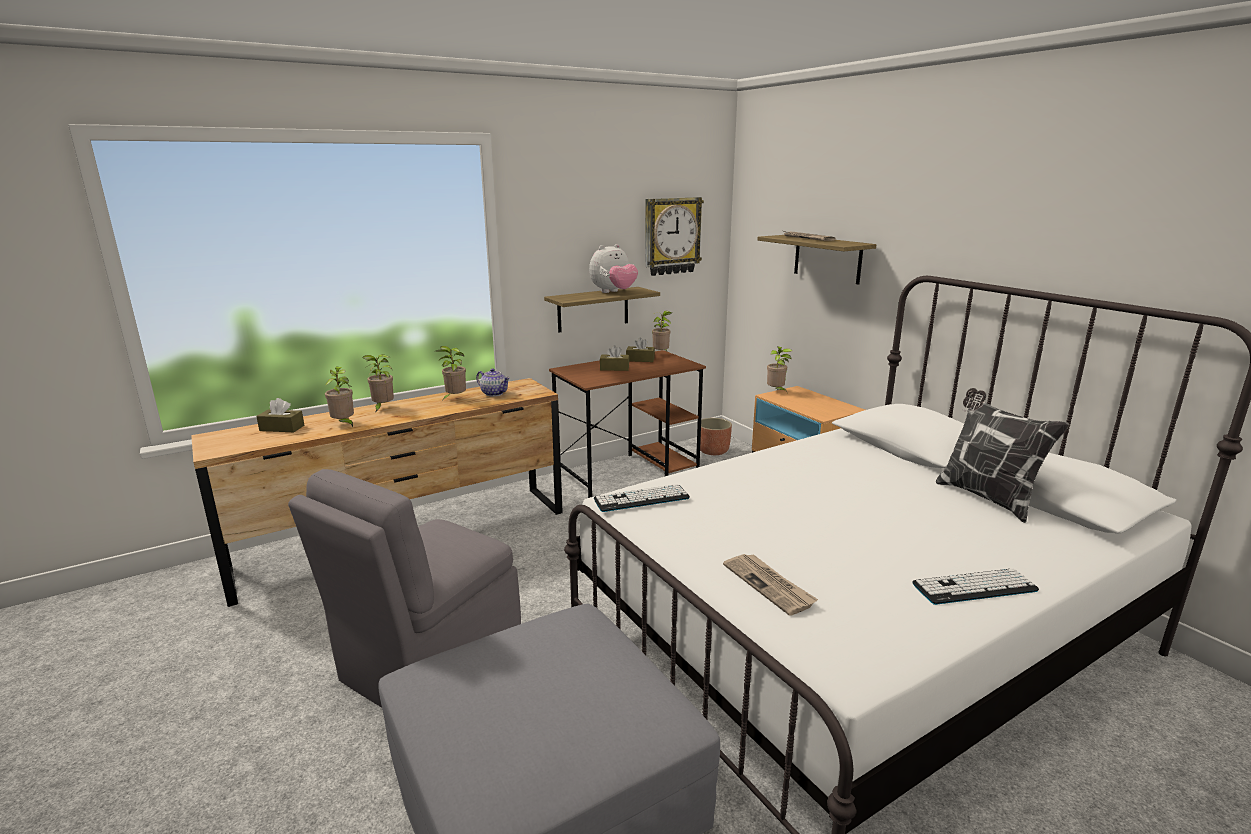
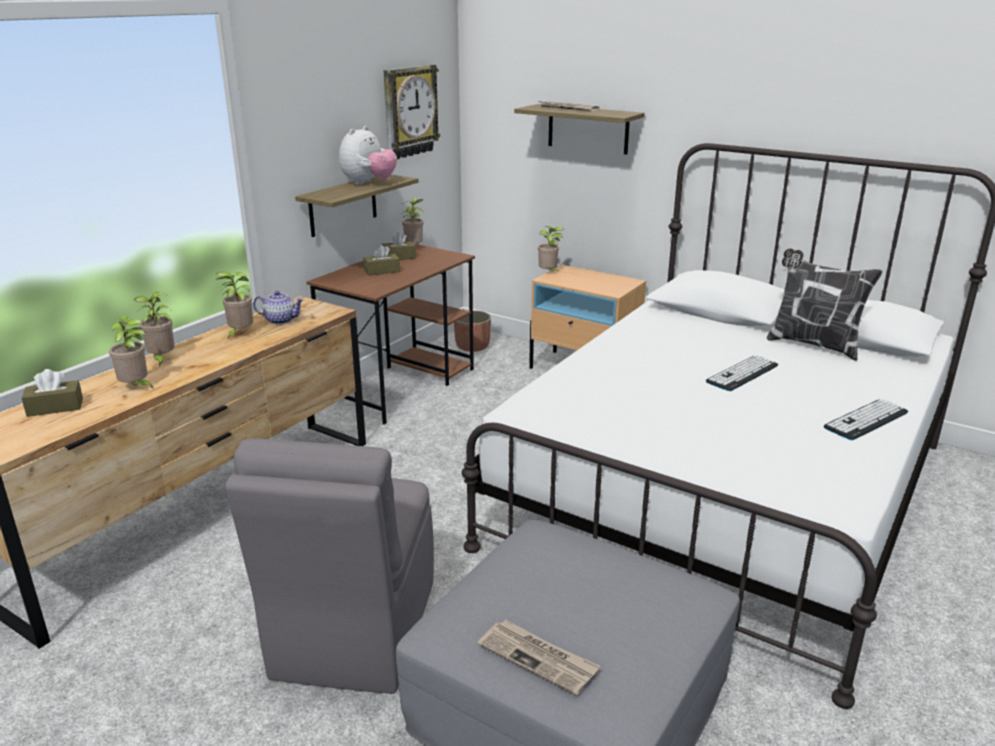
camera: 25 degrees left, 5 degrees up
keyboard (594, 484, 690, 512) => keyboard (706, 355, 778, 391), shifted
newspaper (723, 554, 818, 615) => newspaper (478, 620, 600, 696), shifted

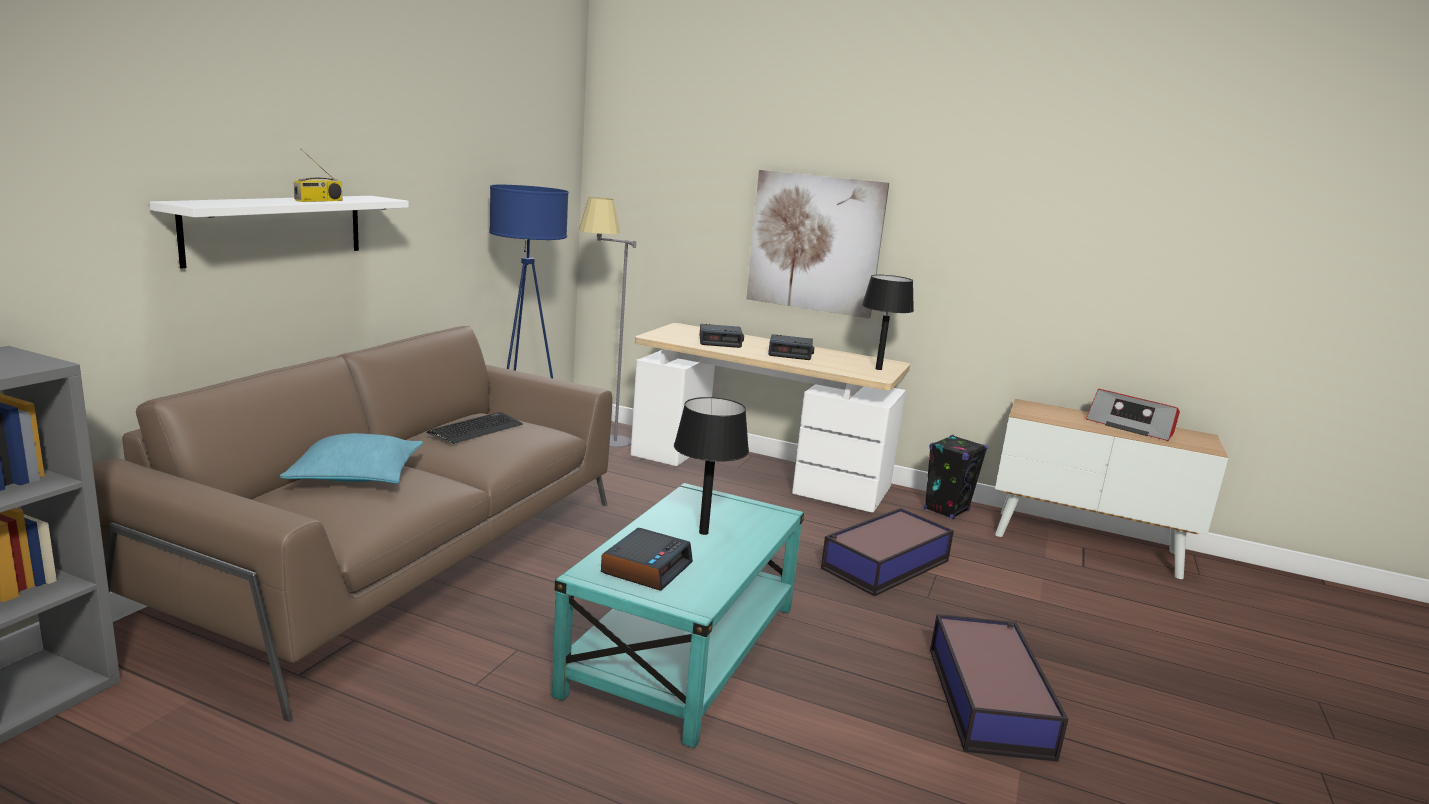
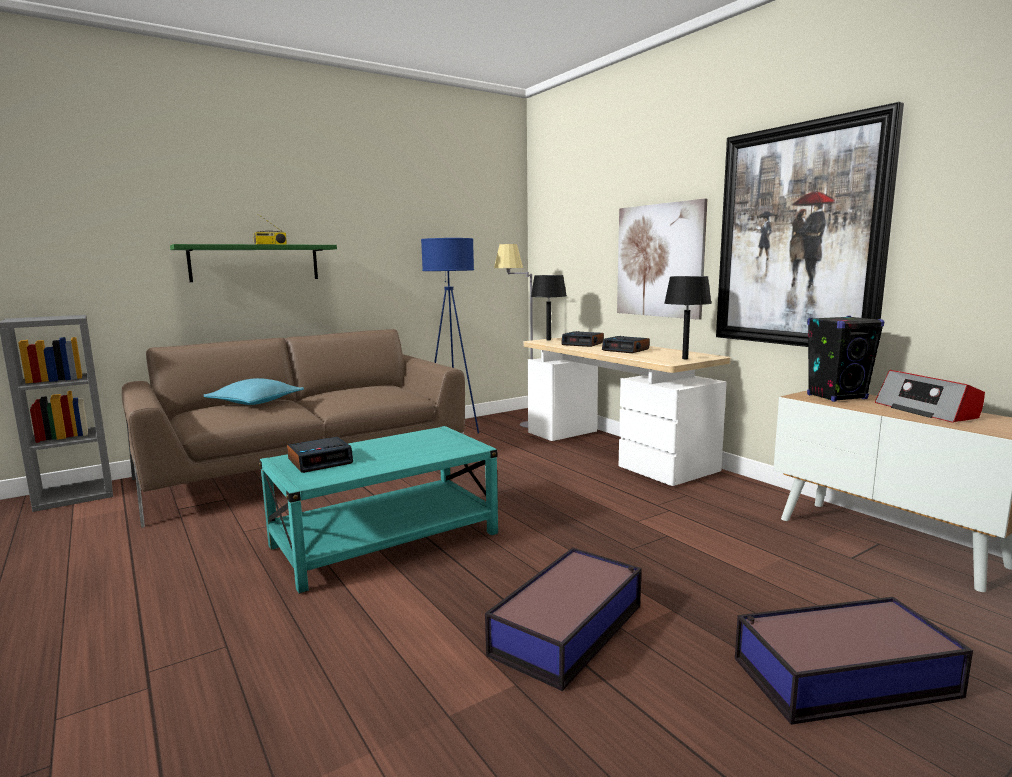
camera: 35 degrees right, 5 degrees down
white shelf (150, 196, 409, 269) => green shelf (170, 244, 337, 282)
keyboard (427, 412, 523, 444) => nothing
black table lamp (674, 397, 749, 535) => black table lamp (531, 275, 566, 341), shifted
storage box (821, 508, 954, 597) => storage box (735, 597, 973, 725), shifted
black speaker (924, 435, 988, 519) => black speaker (807, 316, 884, 402), shifted
nothing => picture (716, 102, 904, 347)

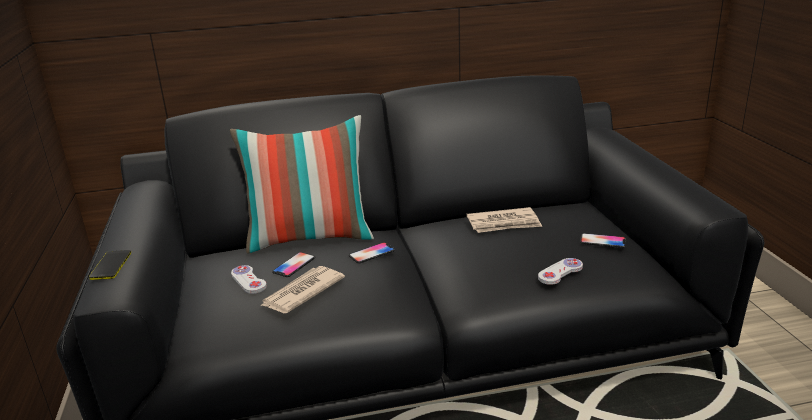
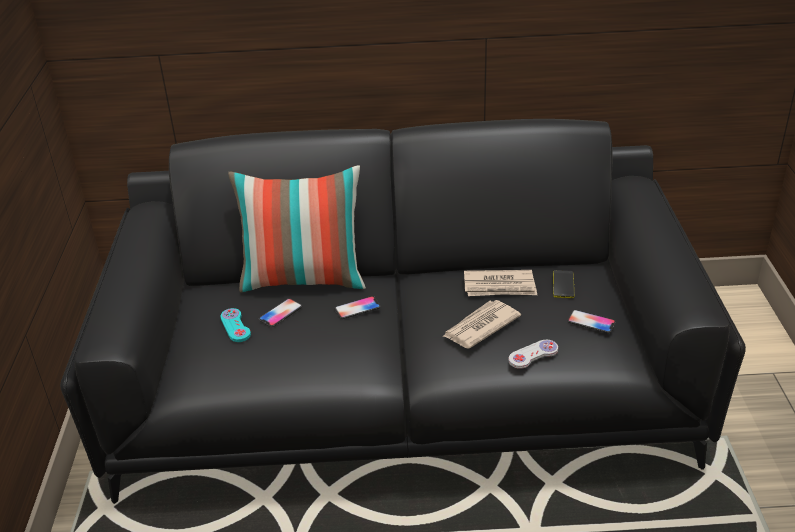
camera: 10 degrees right, 10 degrees up
phone (89, 250, 131, 280) => phone (553, 270, 575, 298), shifted
white game controller (231, 265, 267, 294) => turquoise game controller (221, 308, 251, 342)
newspaper (260, 266, 345, 313) => newspaper (442, 300, 521, 348), shifted

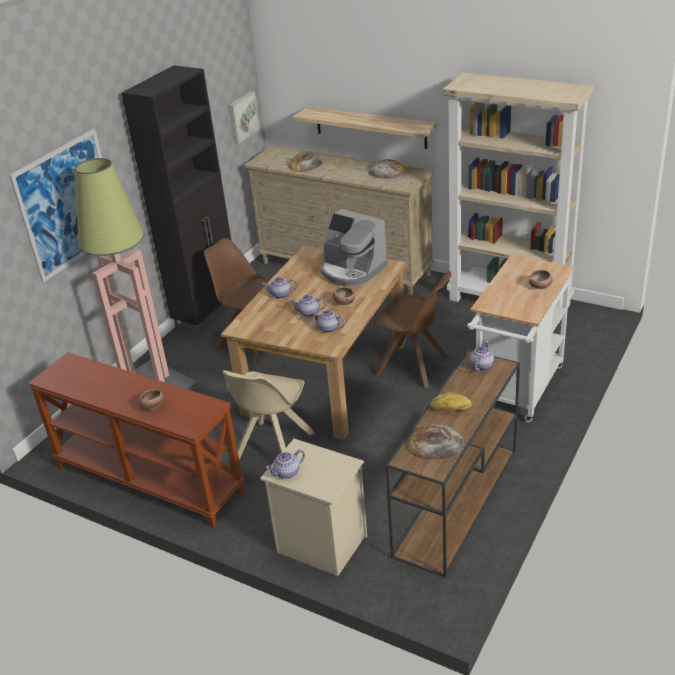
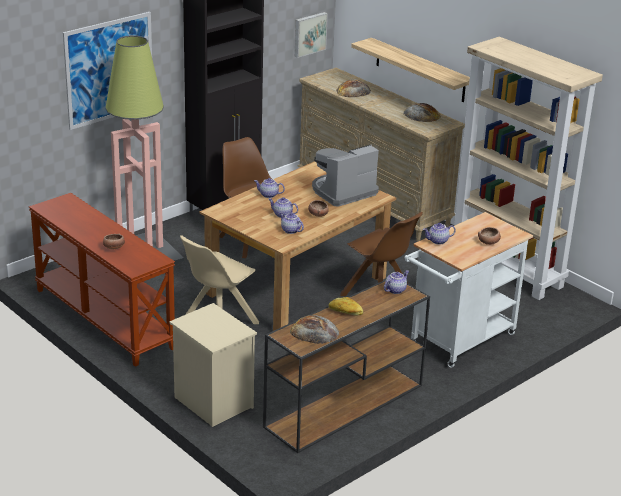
camera: 15 degrees right, 5 degrees down
teapot (266, 450, 305, 479) => teapot (423, 223, 456, 245), shifted
coffee machine (320, 209, 388, 287) => coffee machine (312, 145, 379, 207), 90 degrees clockwise

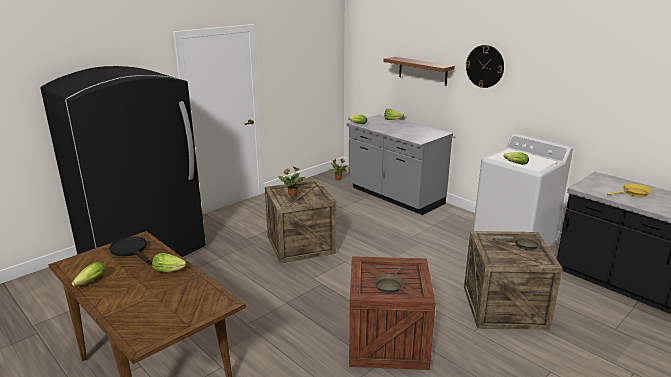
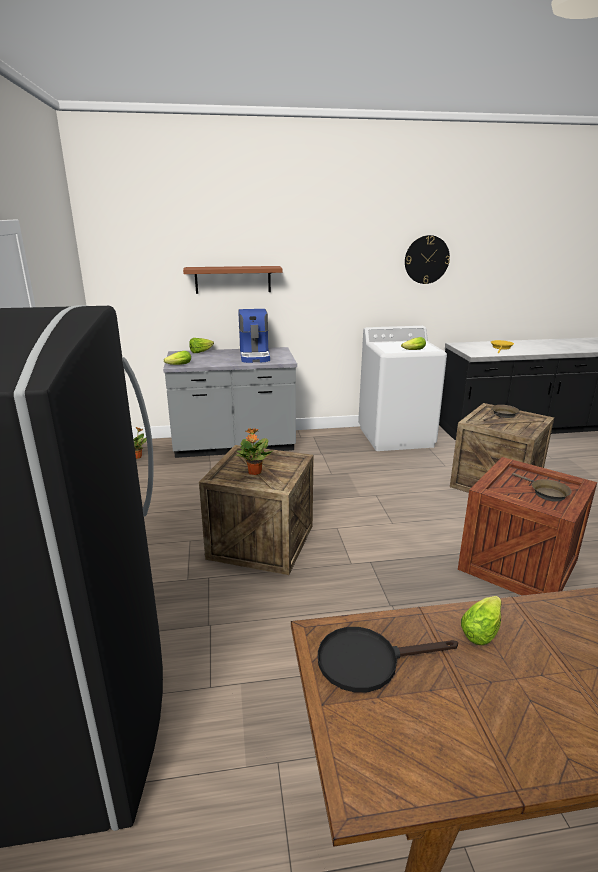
camera: 55 degrees left, 0 degrees up
lettuce (72, 262, 105, 286) => nothing
wall clock (466, 45, 504, 88) => wall clock (405, 235, 450, 284), shifted
nothing => coffee machine (238, 309, 270, 363)

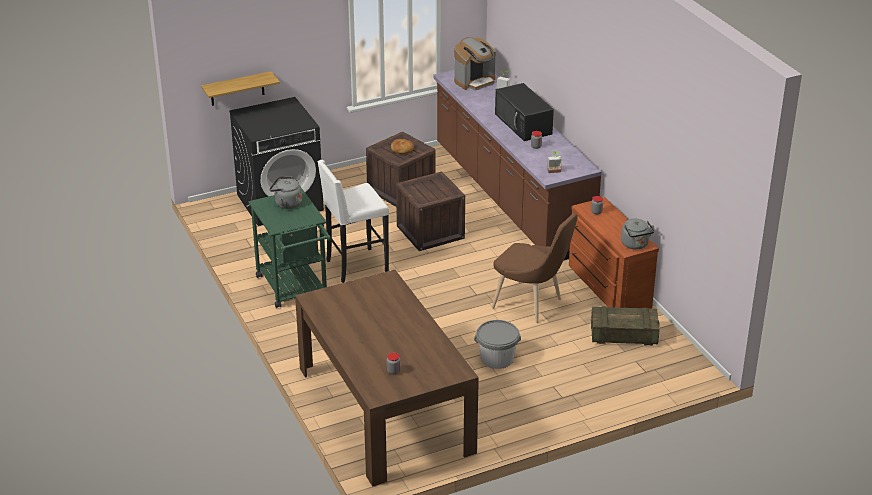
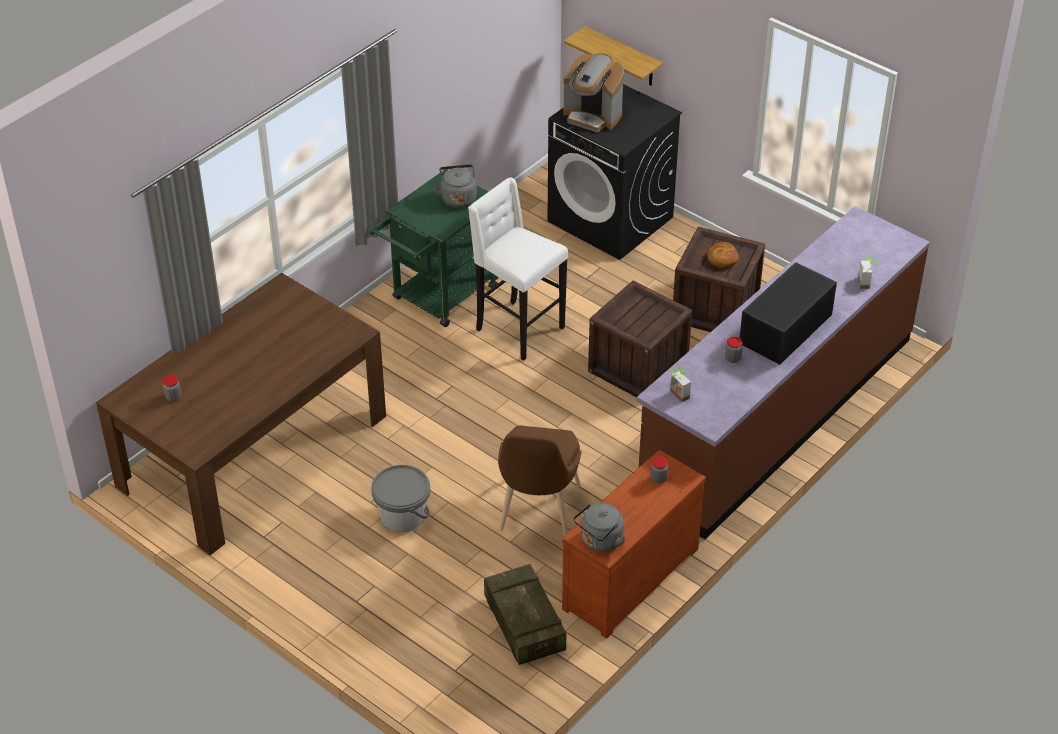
camera: 65 degrees right, 10 degrees up
coffee machine (454, 37, 496, 91) => coffee machine (563, 53, 624, 132), shifted

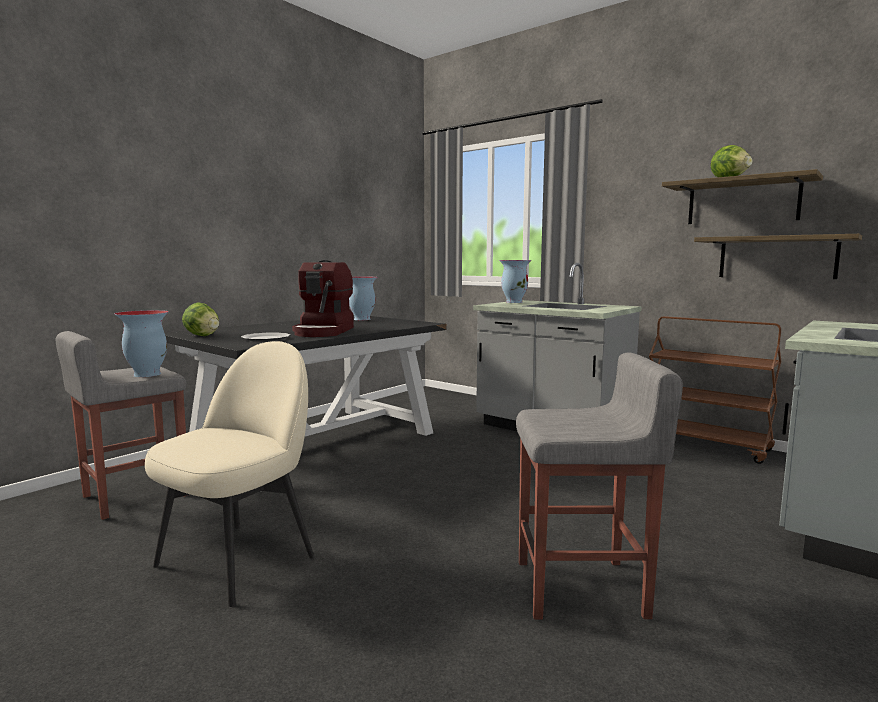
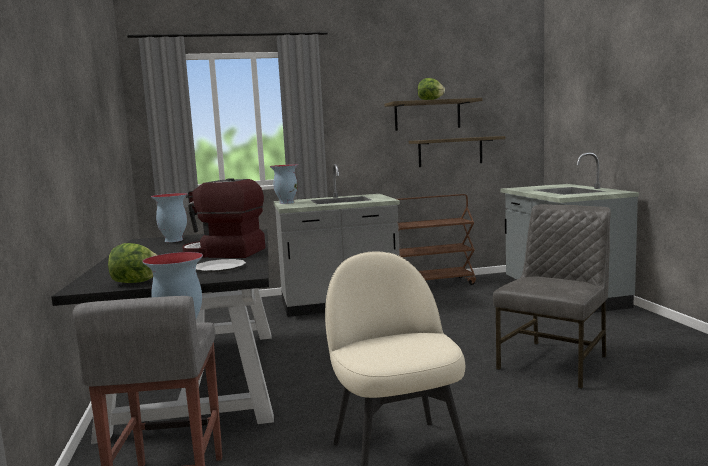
camera: 50 degrees left, 0 degrees up
coffee machine (292, 260, 354, 337) => coffee machine (182, 178, 266, 258), 150 degrees clockwise
grey stool (516, 352, 683, 619) => grey chair (493, 204, 611, 389)

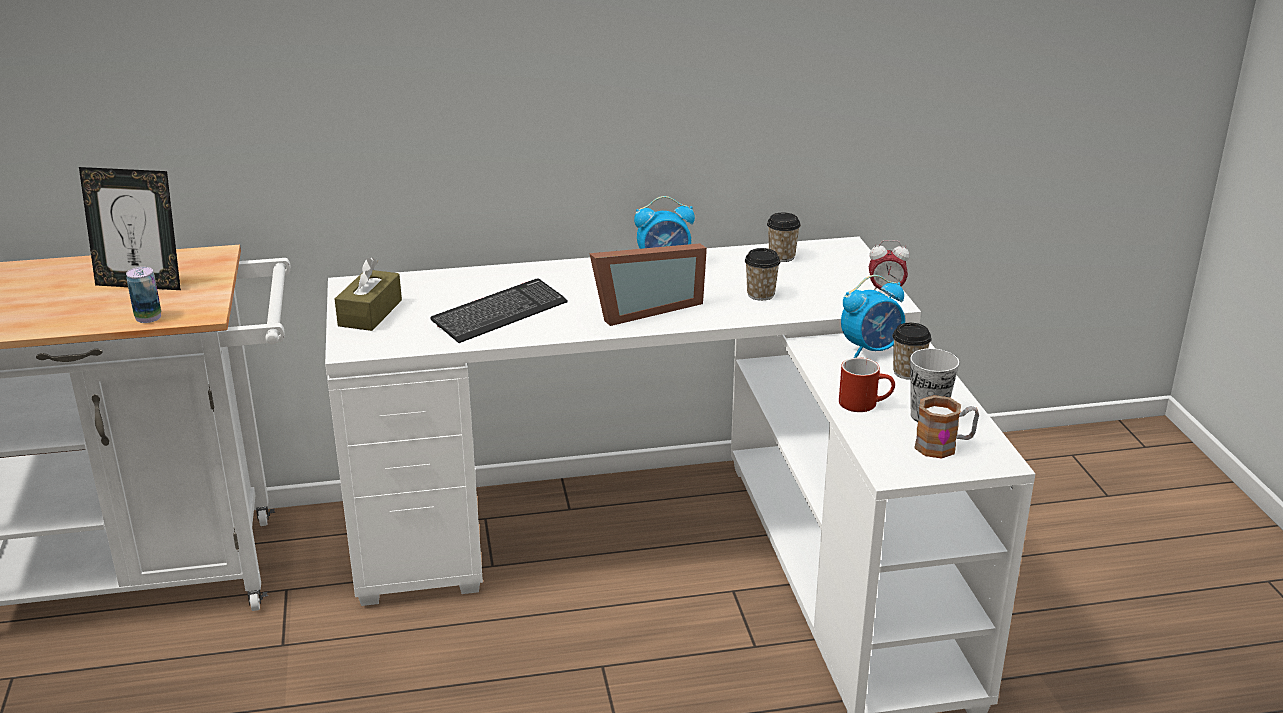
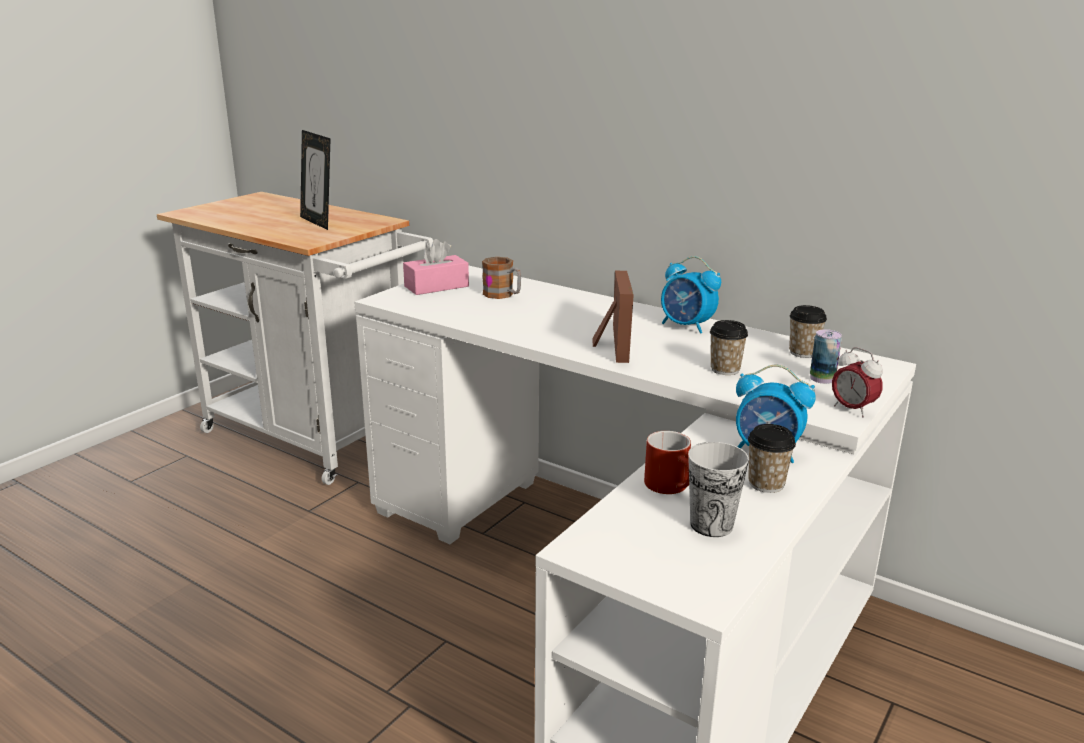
camera: 45 degrees right, 5 degrees down
can (126, 267, 161, 323) => can (810, 329, 842, 384), shifted
brown tissue box (335, 257, 402, 331) => pink tissue box (403, 239, 469, 295)
keyboard (430, 279, 568, 343) => nothing
picture frame (589, 243, 707, 326) => picture frame (593, 271, 634, 363), 105 degrees counterclockwise
mug (915, 395, 979, 459) => mug (482, 257, 521, 299), shifted

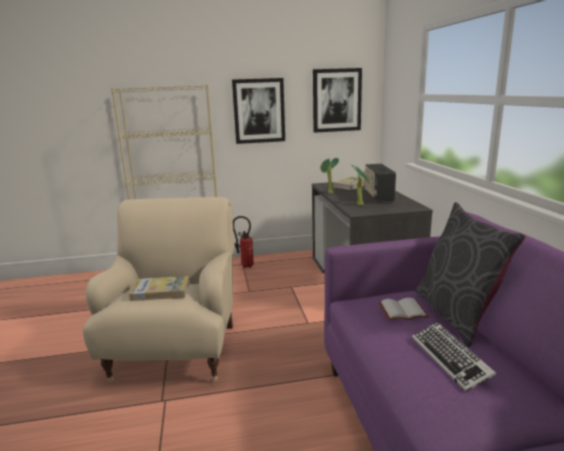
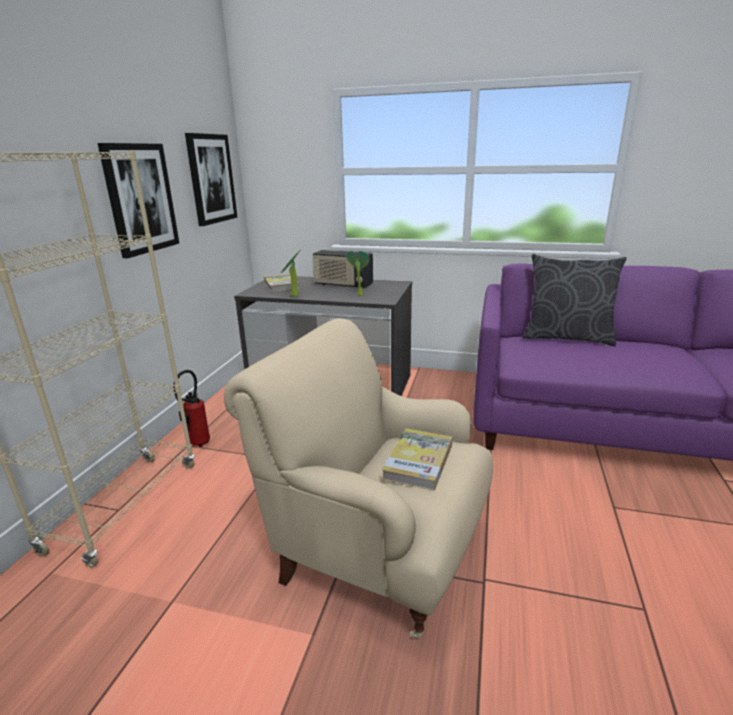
camera: 65 degrees left, 5 degrees up
white book (379, 298, 429, 320) => nothing
keyboard (412, 322, 496, 392) => nothing

